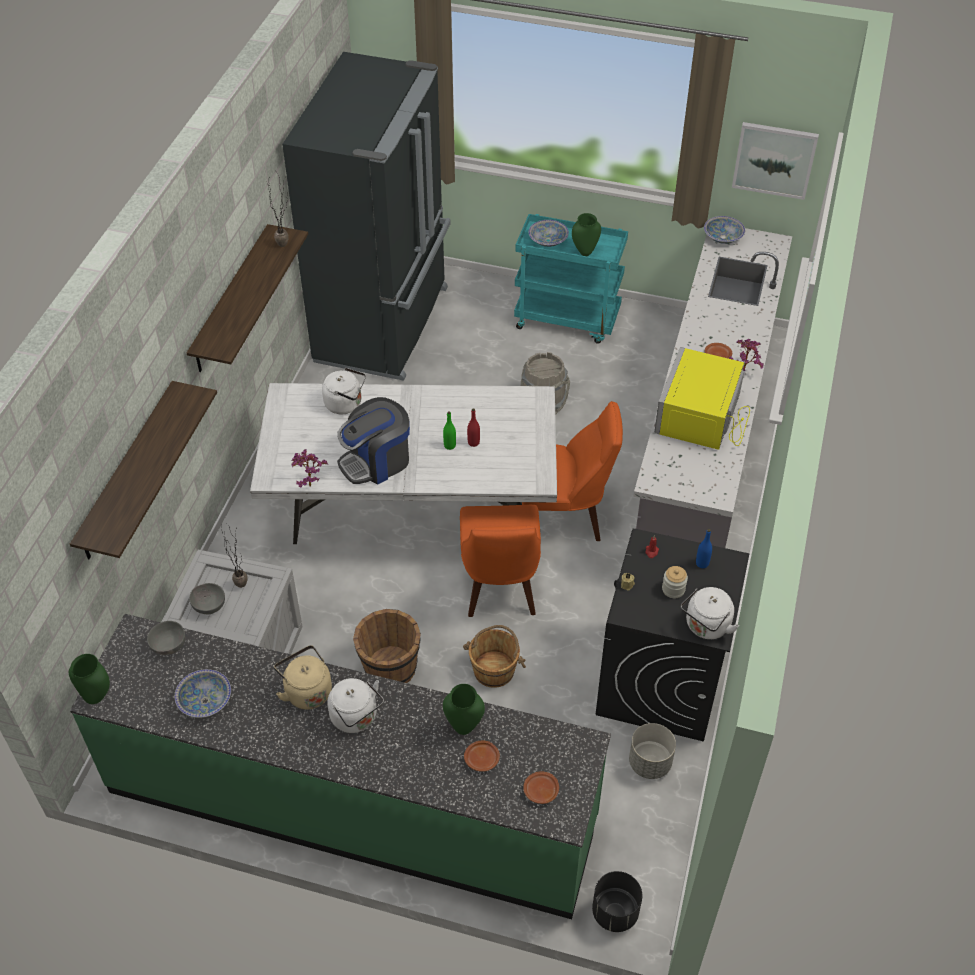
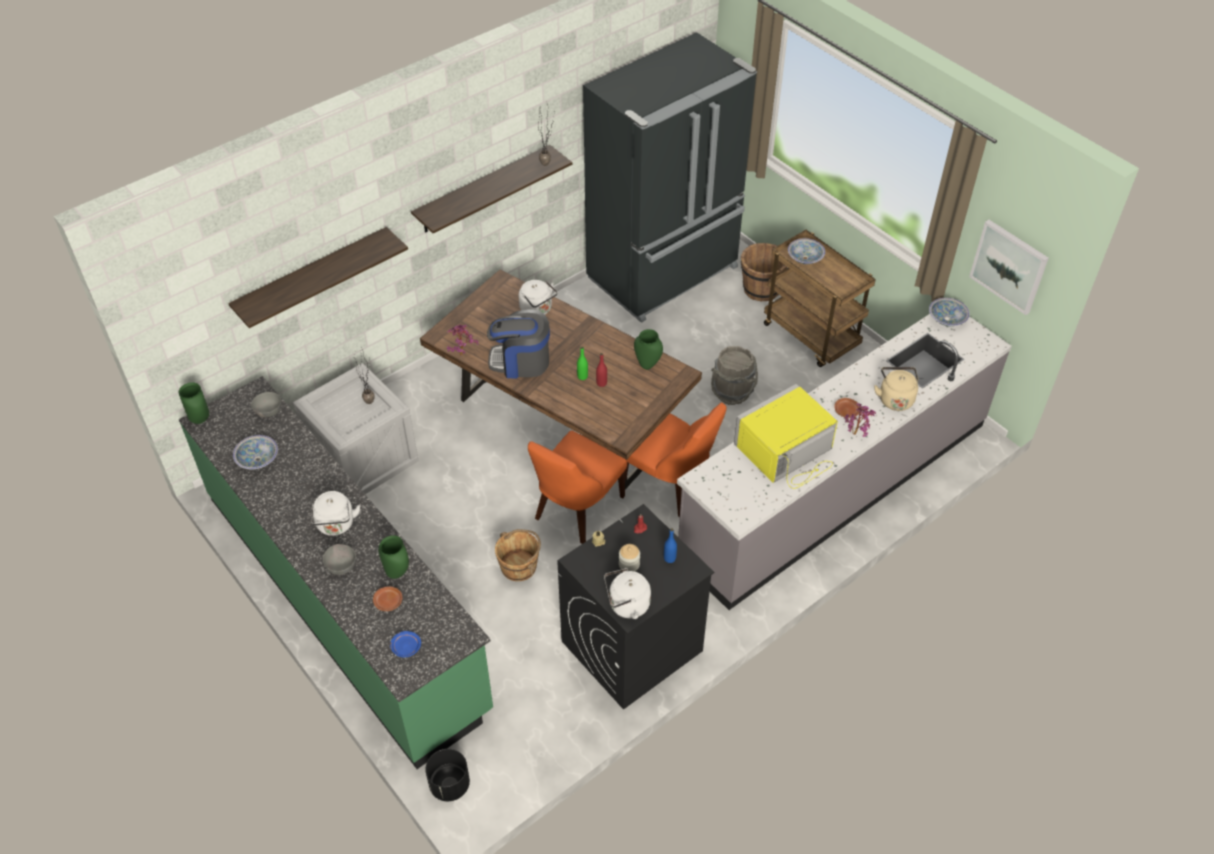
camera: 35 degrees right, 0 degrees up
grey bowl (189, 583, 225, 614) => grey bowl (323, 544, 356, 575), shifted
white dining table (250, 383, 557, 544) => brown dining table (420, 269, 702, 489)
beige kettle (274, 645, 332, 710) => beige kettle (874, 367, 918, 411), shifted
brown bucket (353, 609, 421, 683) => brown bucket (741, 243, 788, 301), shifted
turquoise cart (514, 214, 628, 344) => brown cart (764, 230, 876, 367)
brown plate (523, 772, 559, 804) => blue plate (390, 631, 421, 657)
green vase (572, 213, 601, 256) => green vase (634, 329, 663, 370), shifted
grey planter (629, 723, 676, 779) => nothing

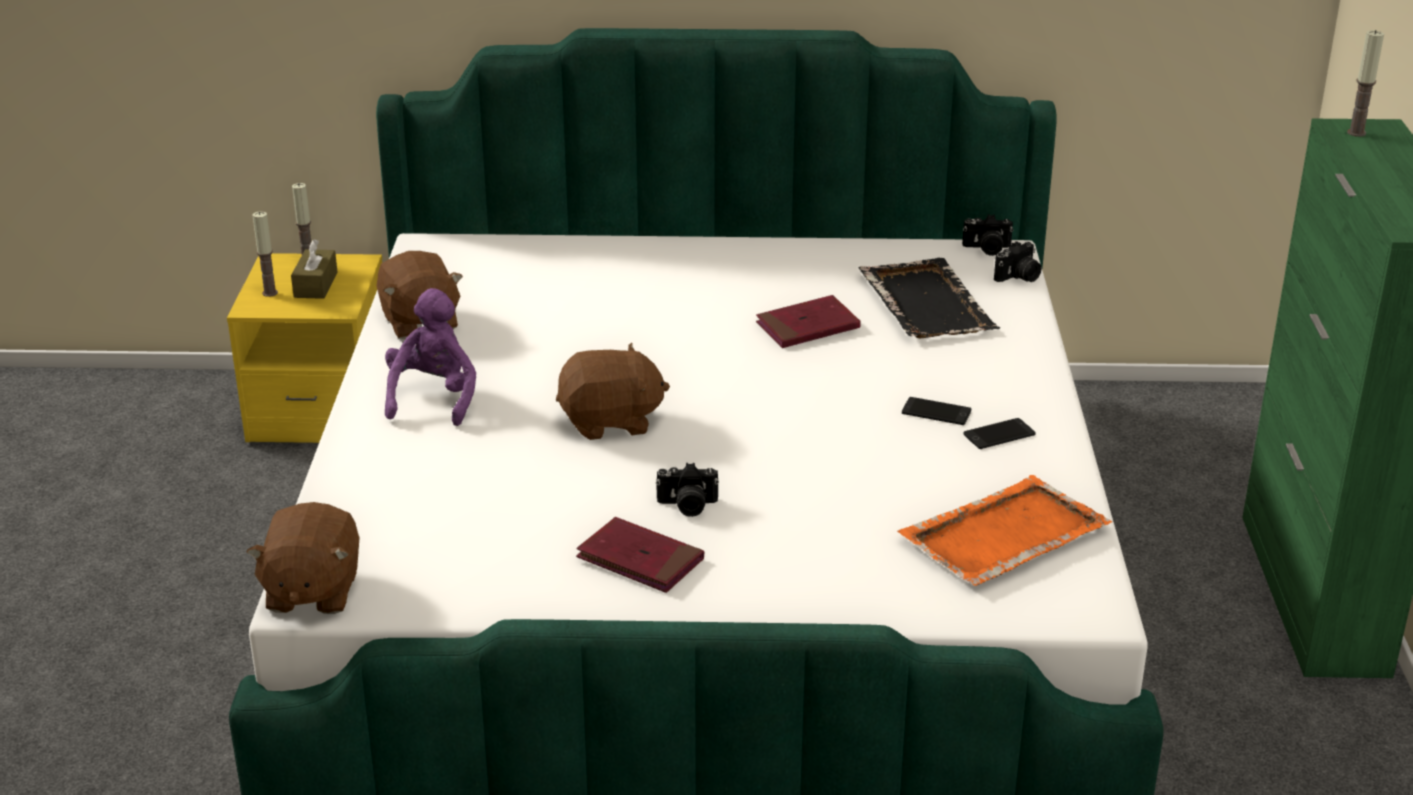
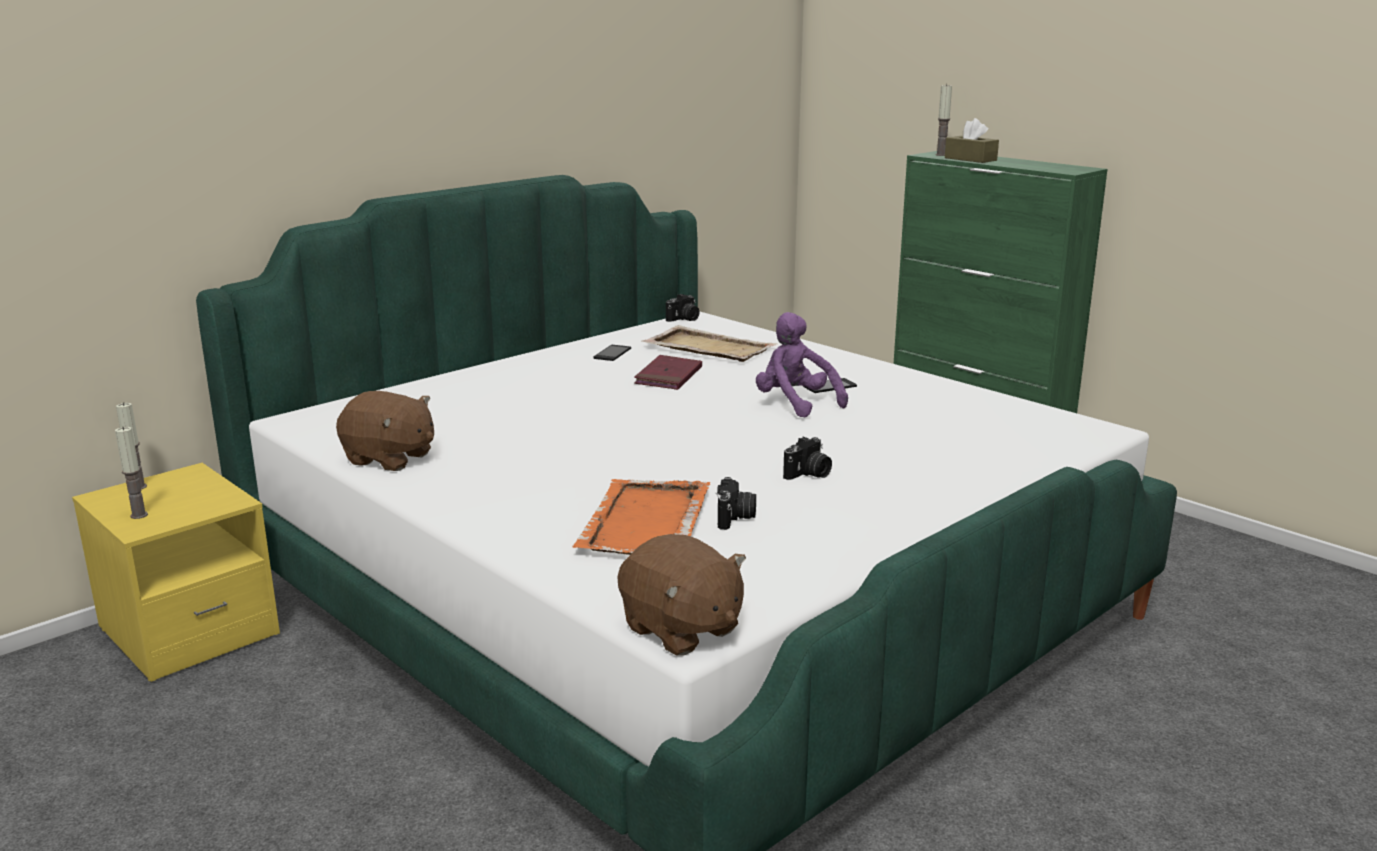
camera: 45 degrees left, 10 degrees down
brown tissue box (291, 239, 338, 299) => brown tissue box (945, 118, 999, 163), shifted
purple plush toy (385, 288, 476, 426) => purple plush toy (756, 312, 848, 418), shifted
brown plush toy (556, 343, 670, 440) => nothing
red book (576, 517, 704, 593) => nothing
black tray (858, 258, 1000, 339) => beige tray (642, 325, 778, 362)
orange tray (897, 475, 1112, 586) => orange tray (573, 479, 710, 555), shifted
phone (964, 418, 1036, 449) => phone (593, 345, 631, 361), shifted
photo camera (994, 241, 1041, 282) => photo camera (715, 477, 756, 530), shifted

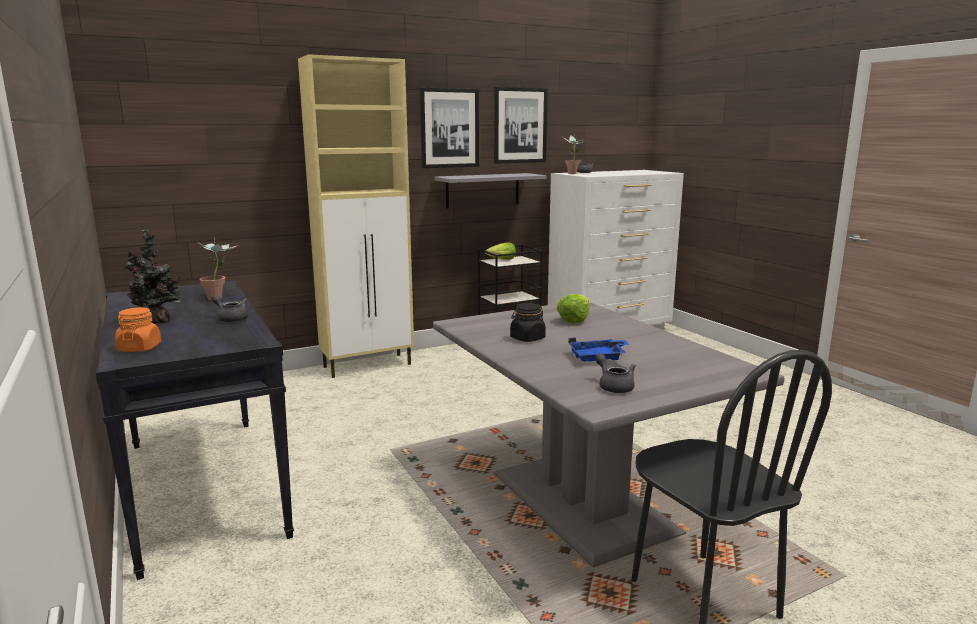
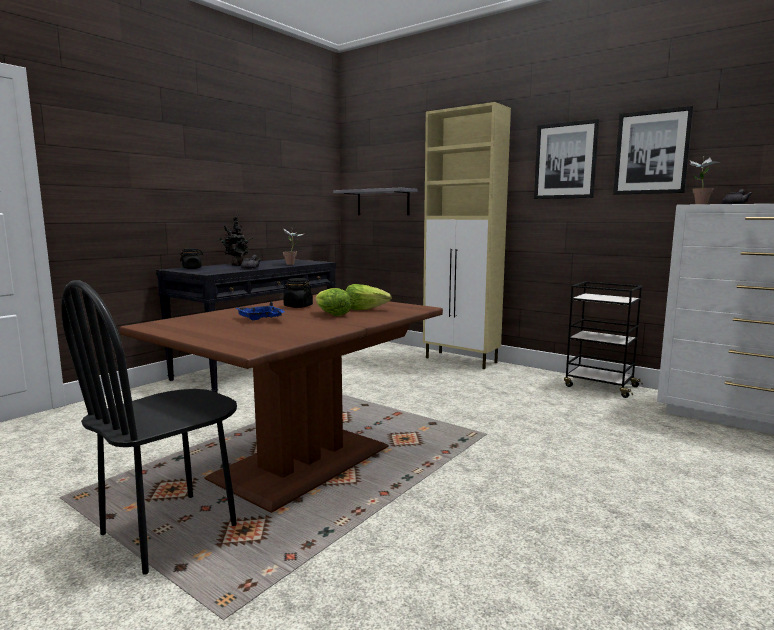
camera: 65 degrees right, 5 degrees down
orange jar (115, 307, 161, 352) => black jar (180, 248, 203, 269)
grey dining table (433, 302, 785, 567) => brown dining table (119, 294, 443, 513)
grey shelf (435, 173, 546, 209) => grey shelf (333, 188, 418, 215), shifted
lettuce (485, 242, 516, 260) => lettuce (316, 288, 351, 316), shifted
grey teapot (595, 353, 636, 393) => nothing

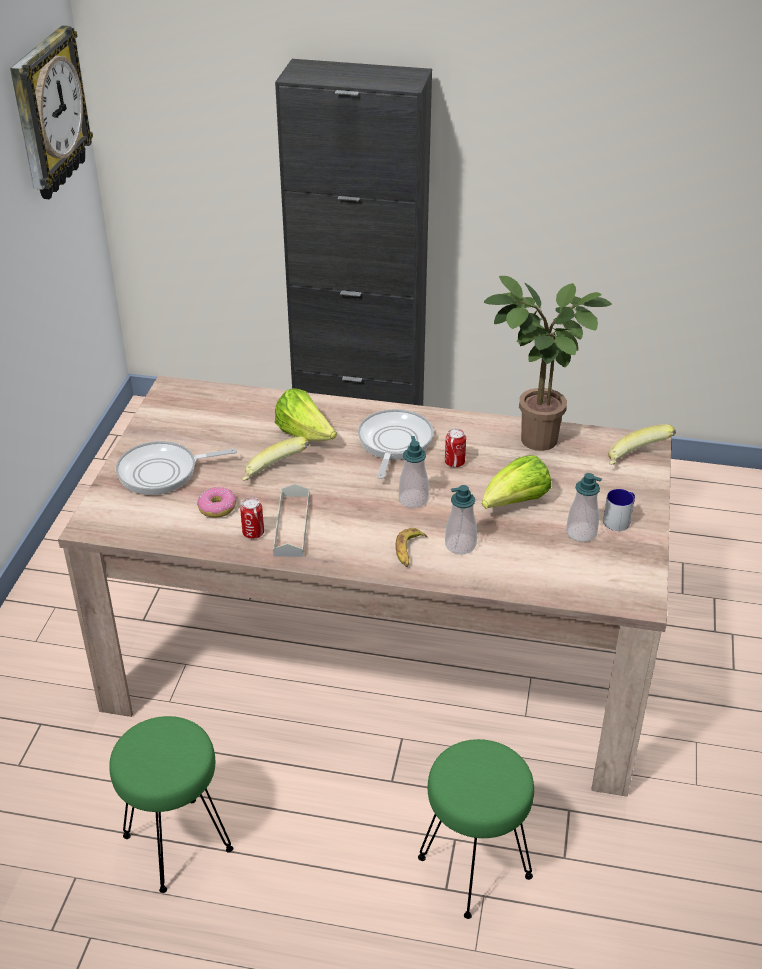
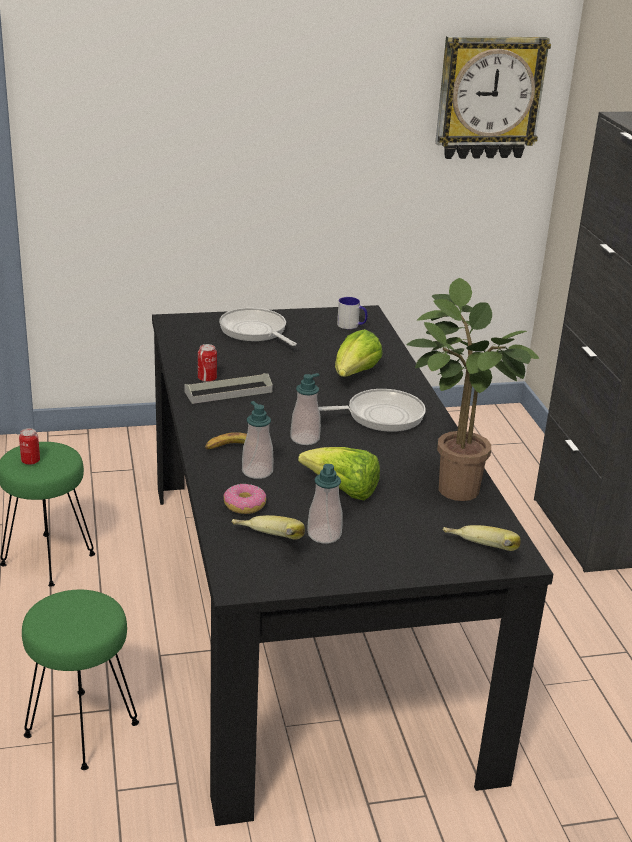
camera: 65 degrees right, 10 degrees down
beige dining table (58, 376, 671, 797) => black dining table (152, 305, 553, 826)
donut (197, 487, 236, 518) => donut (223, 484, 266, 514), shifted
banana (242, 437, 309, 481) => banana (231, 515, 305, 540), shifted
can (445, 428, 466, 467) => can (19, 428, 40, 465), shifted
mug (603, 489, 635, 531) => mug (337, 297, 367, 329), shifted

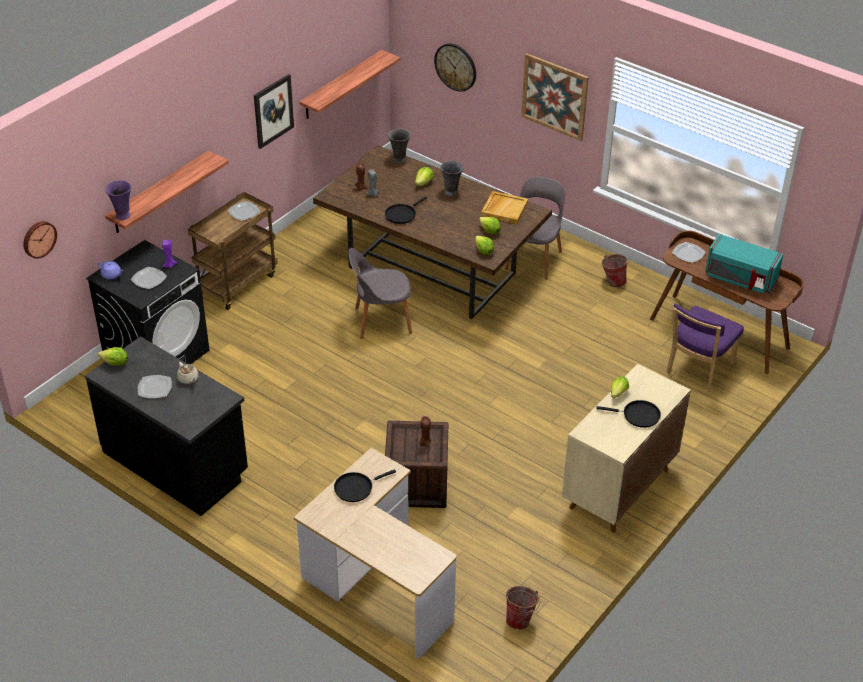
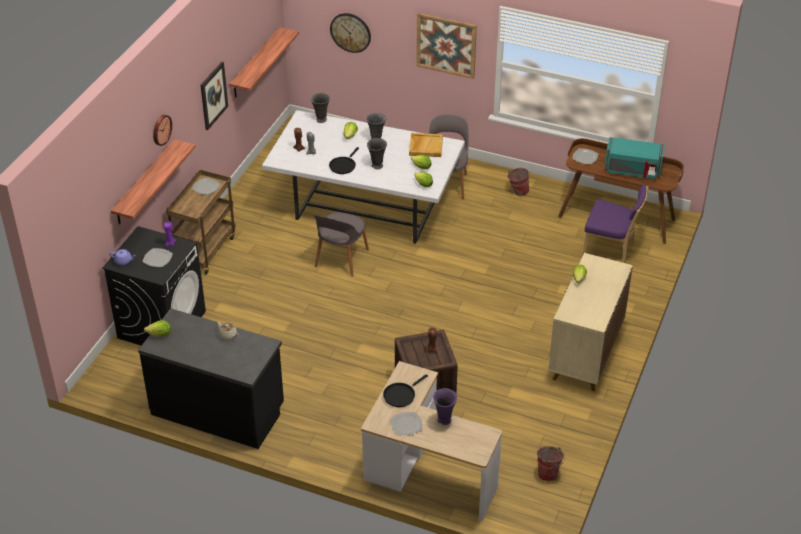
camera: 15 degrees left, 0 degrees up
wall clock (23, 221, 57, 259) => wall clock (153, 115, 172, 146), shifted
purple vase (105, 180, 131, 220) => purple vase (433, 388, 457, 425), shifted
plate (138, 375, 172, 398) => plate (392, 412, 422, 435), shifted
brown dining table (313, 145, 552, 319) => white dining table (262, 110, 465, 244)
grey chair (349, 248, 412, 339) => grey chair (313, 212, 369, 277), 45 degrees counterclockwise
black frying pan (596, 400, 661, 428) => nothing
purple chair (666, 303, 744, 392) => purple chair (582, 183, 649, 263), 90 degrees counterclockwise
nothing => grey vase (367, 138, 387, 169)

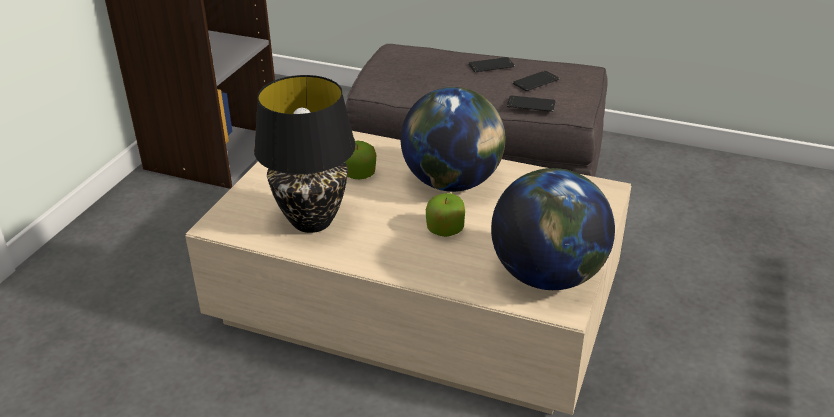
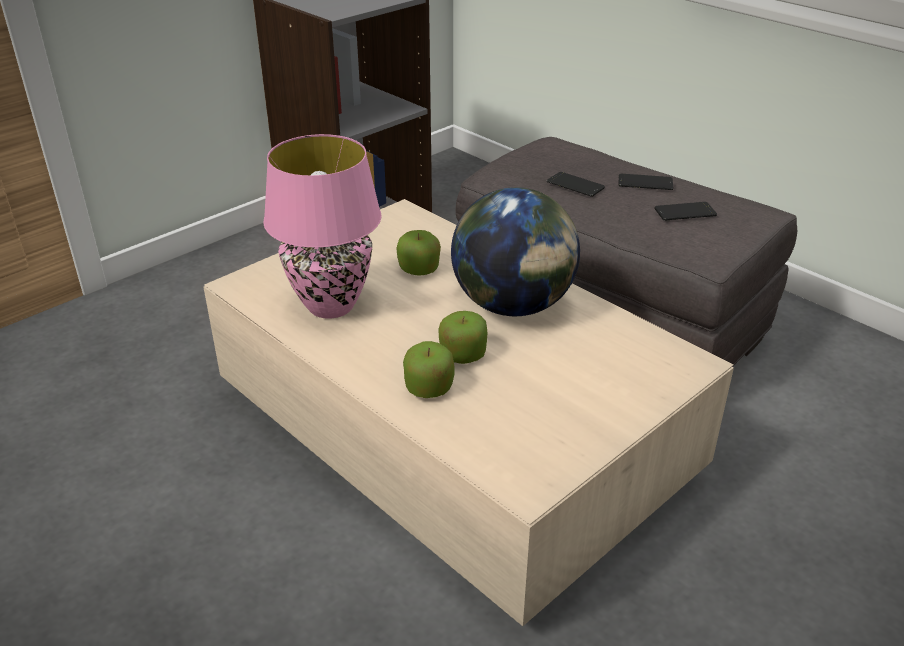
camera: 25 degrees right, 0 degrees up
black table lamp (254, 75, 356, 233) => pink table lamp (263, 134, 382, 319)
globe (491, 168, 615, 290) => nothing
phone (507, 96, 555, 112) => phone (547, 172, 605, 197), shifted
nothing => apple (403, 341, 454, 398)

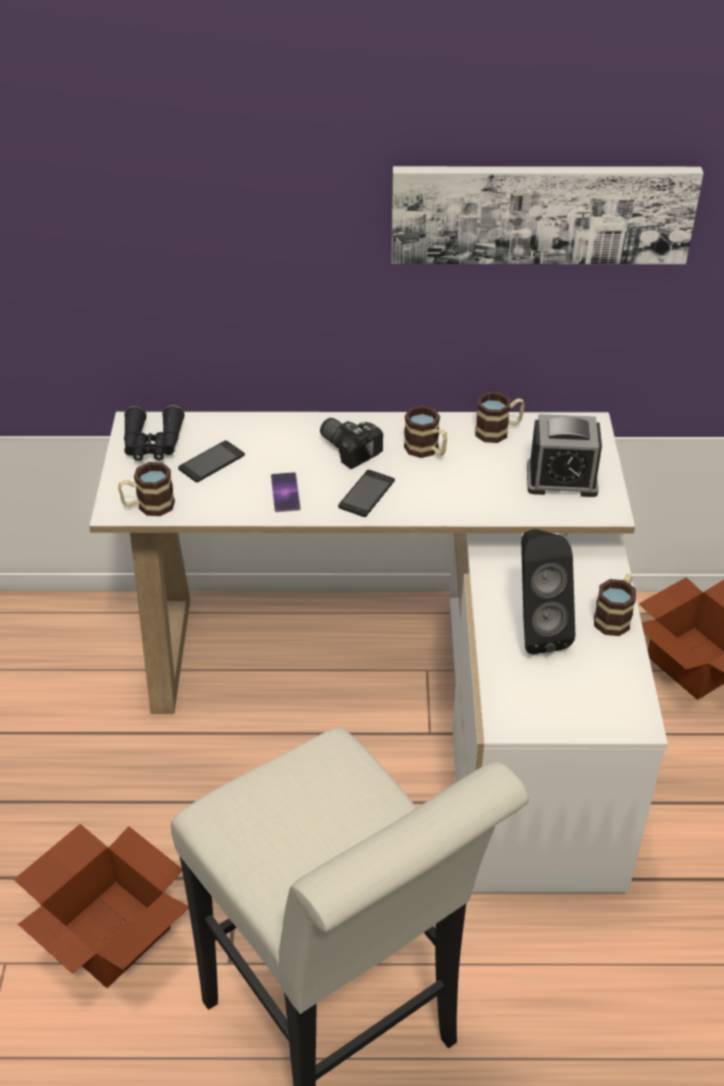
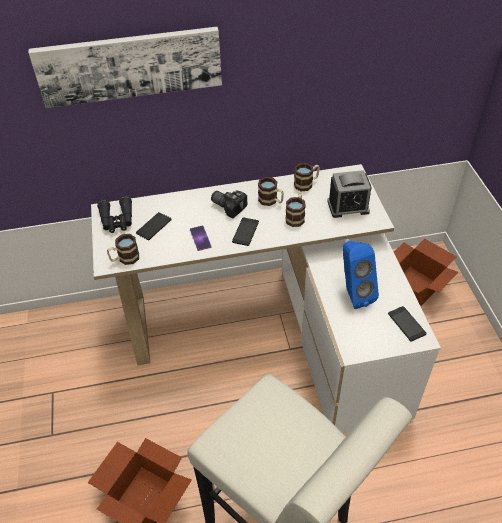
camera: 10 degrees left, 5 degrees up
picture (391, 166, 703, 264) => picture (28, 27, 222, 108), shifted
black speaker (521, 529, 576, 654) => blue speaker (342, 241, 379, 309)
mug (594, 574, 636, 636) => mug (285, 194, 306, 227), shifted
nothing => phone (388, 306, 427, 342)

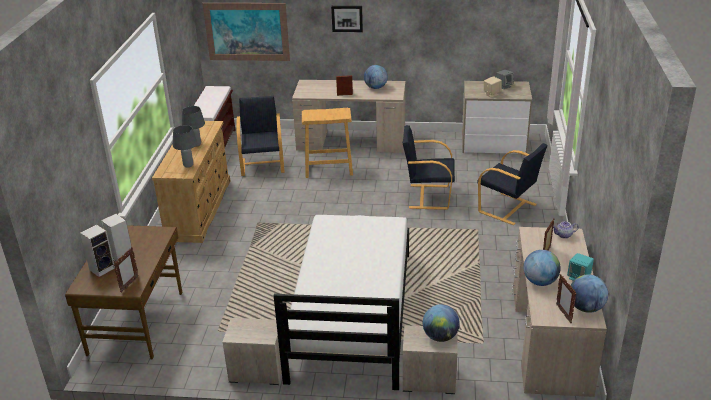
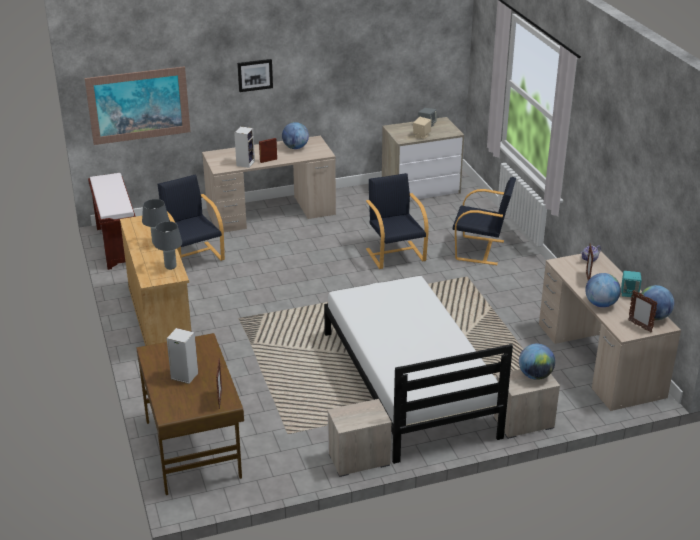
camera: 25 degrees left, 0 degrees up
speaker (80, 224, 115, 277) => speaker (234, 126, 255, 168), shifted
beige stool (302, 108, 353, 178) => nothing
black armchair (403, 125, 455, 210) => black armchair (366, 173, 429, 269), 90 degrees clockwise

